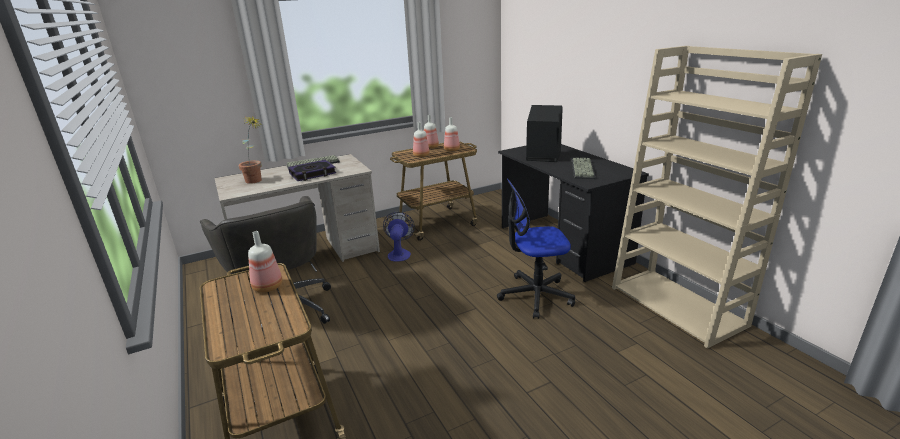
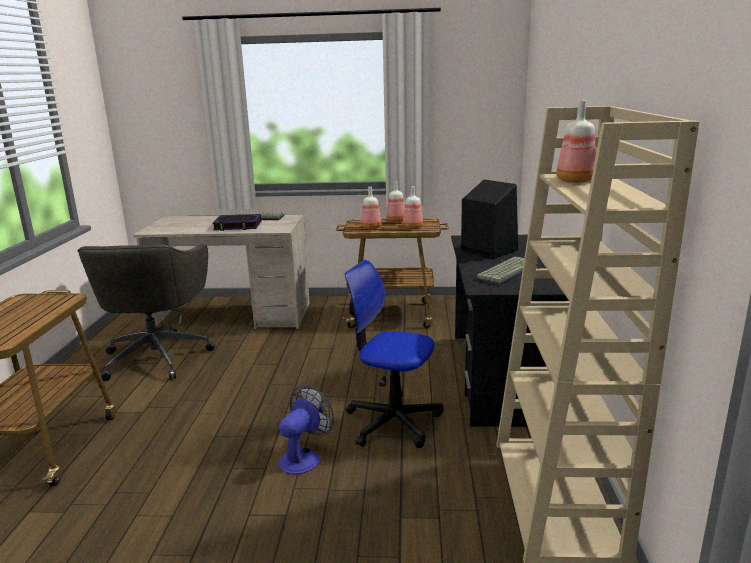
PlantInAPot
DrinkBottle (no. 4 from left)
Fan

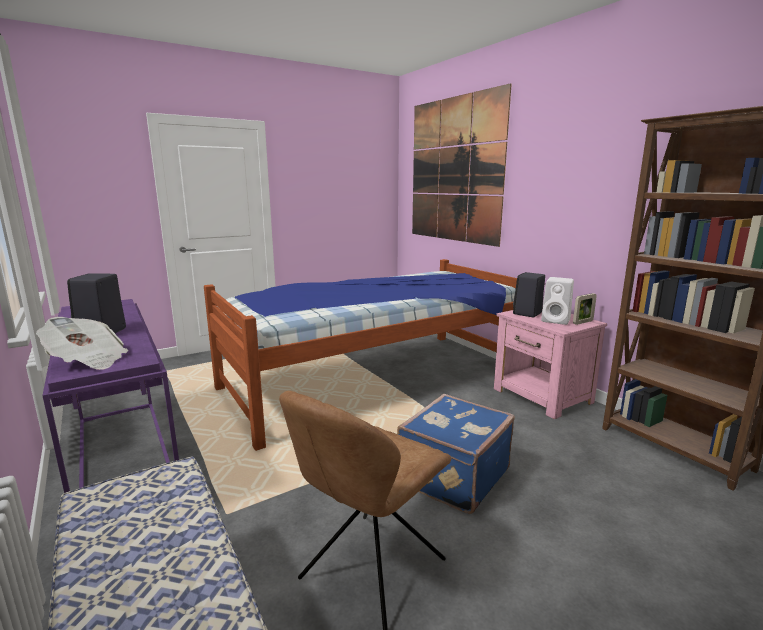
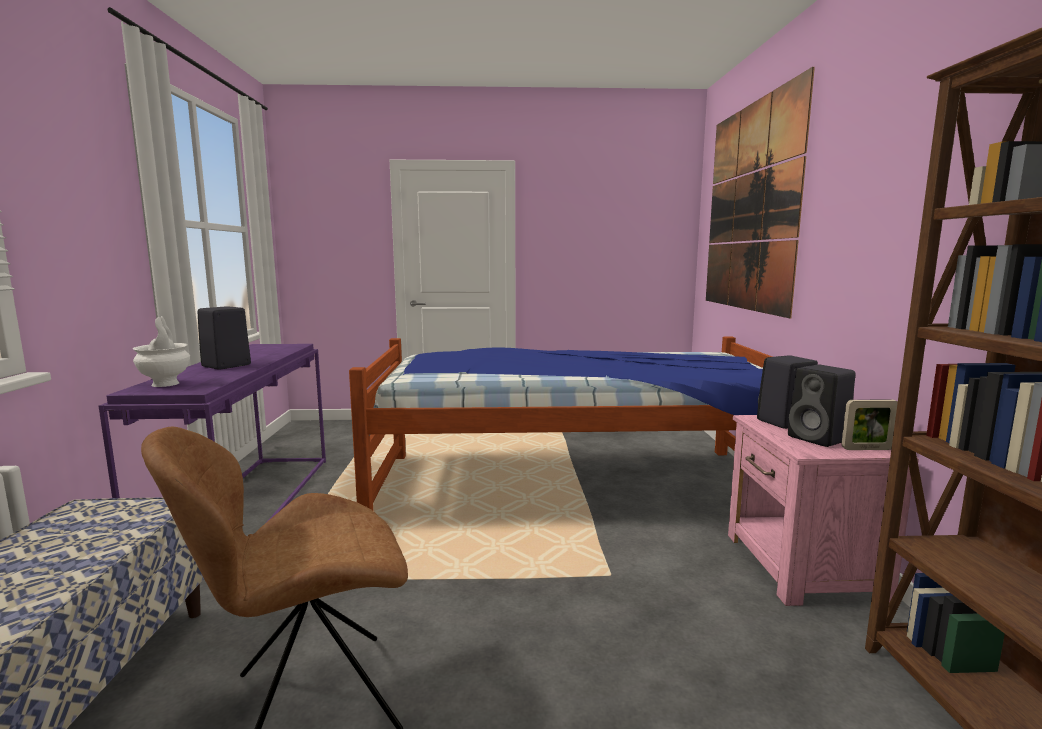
BluePieceOfLuggage
WhitishDecorativeVase
BlackishLoudspeaker (no. 3 from left)

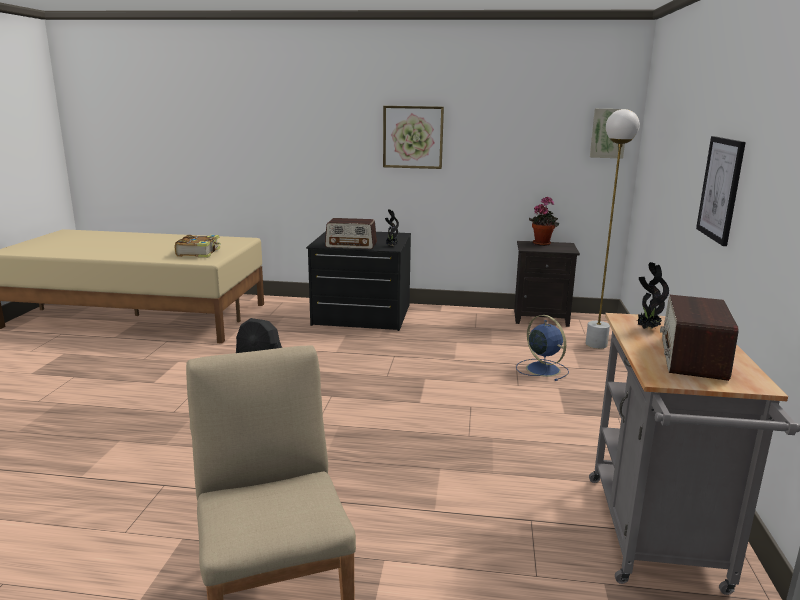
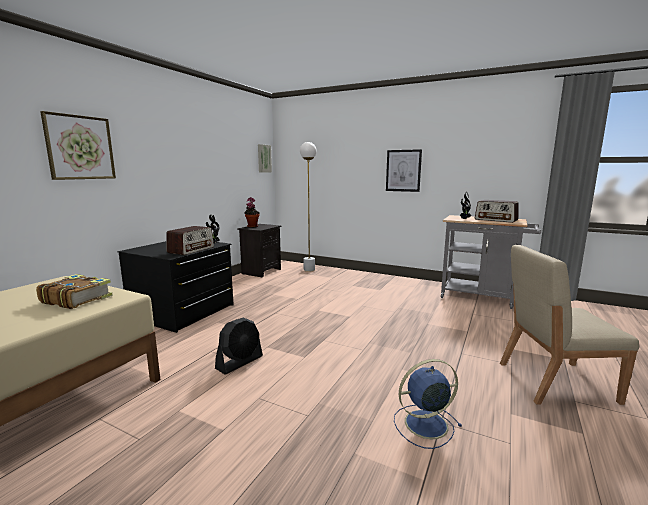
WallPicture (no. 1 from left)
BlueFan

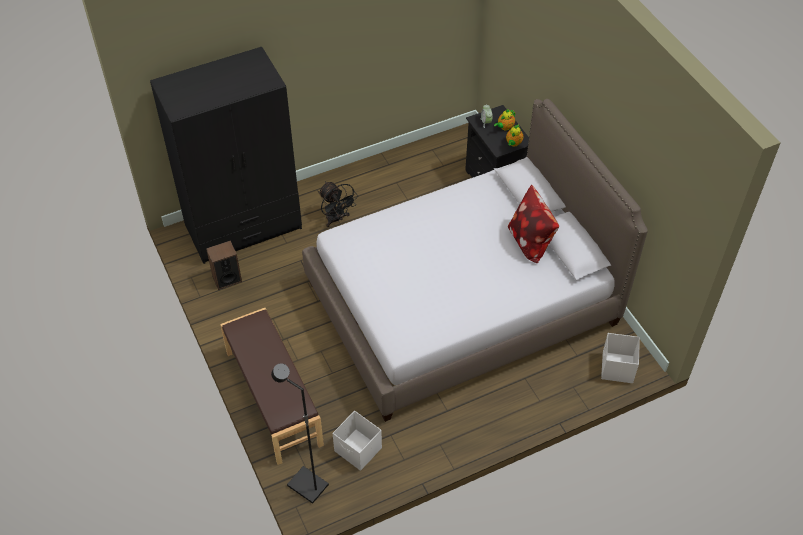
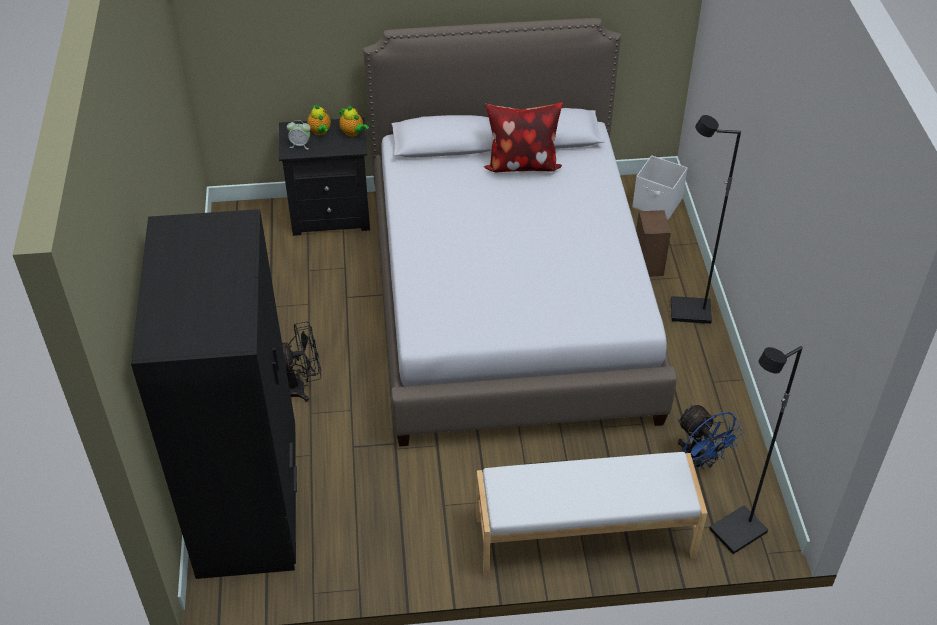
BlackishFloorLamp (no. 1 from left)
Loudspeaker
BlueFan
WhitishBench

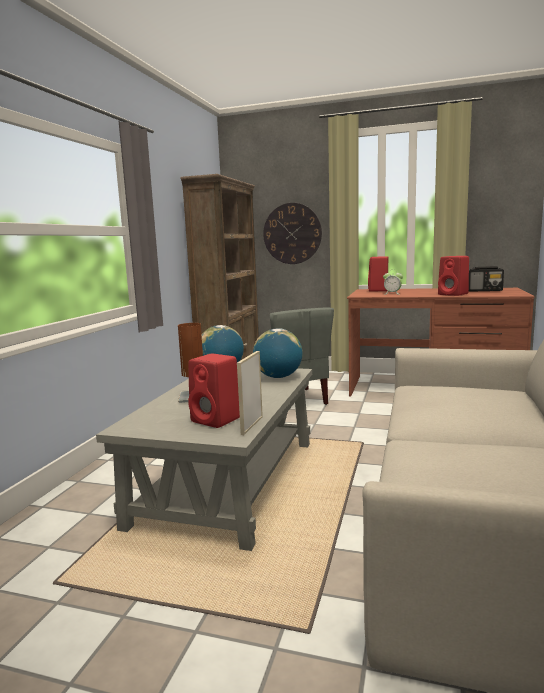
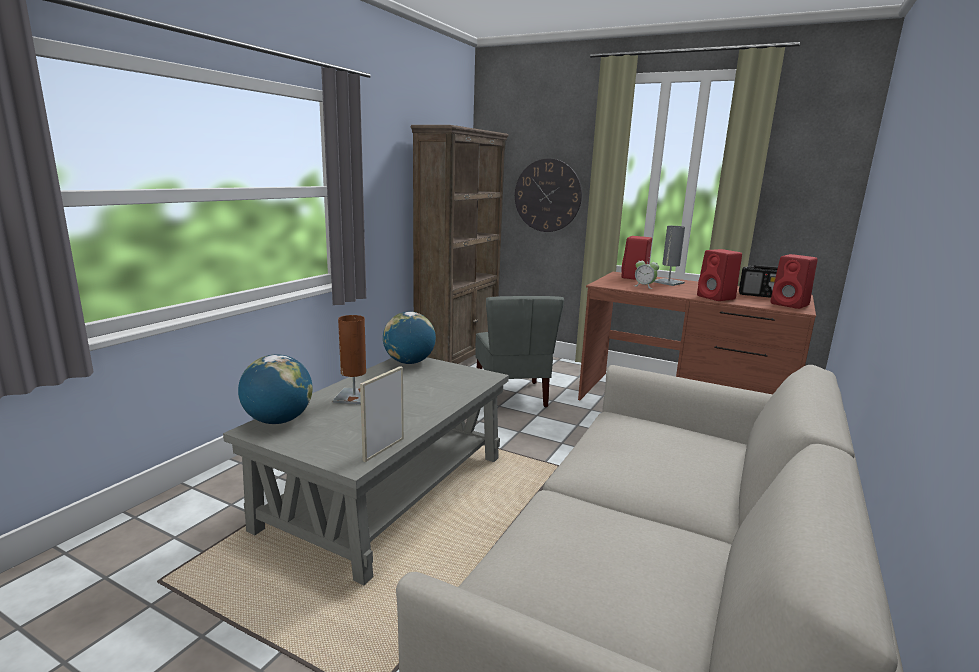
GreyishTableLamp
RedColouredLoudspeaker (no. 3 from left)
WorldGlobe (no. 1 from left)

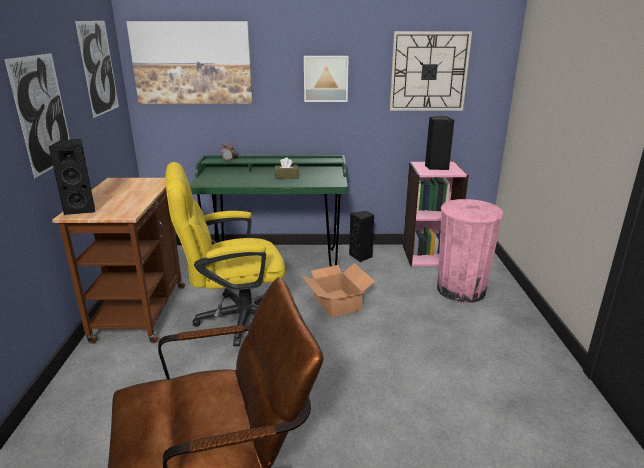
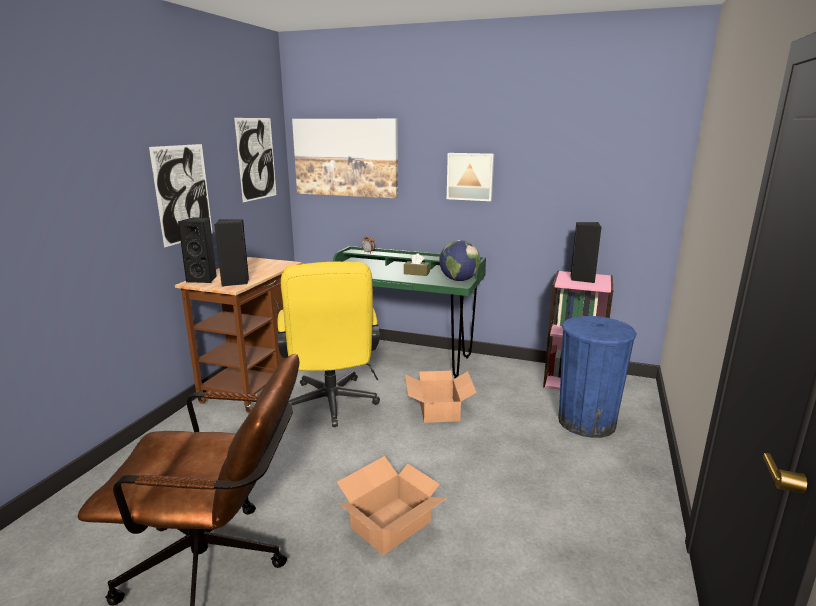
HangingClock
Carton (no. 1 from left)
WorldGlobe
BlackishLoudspeaker (no. 2 from left)
BlueWasteBin
YellowColouredComputerChair

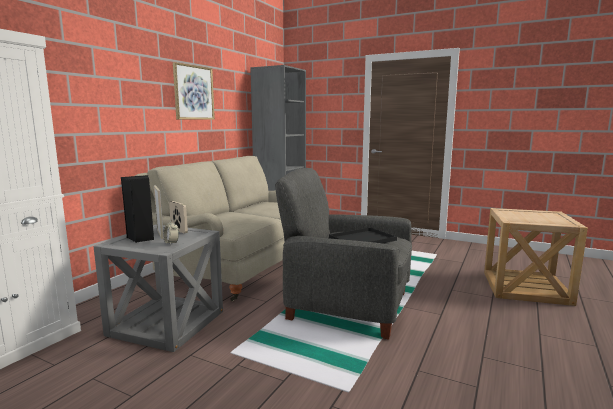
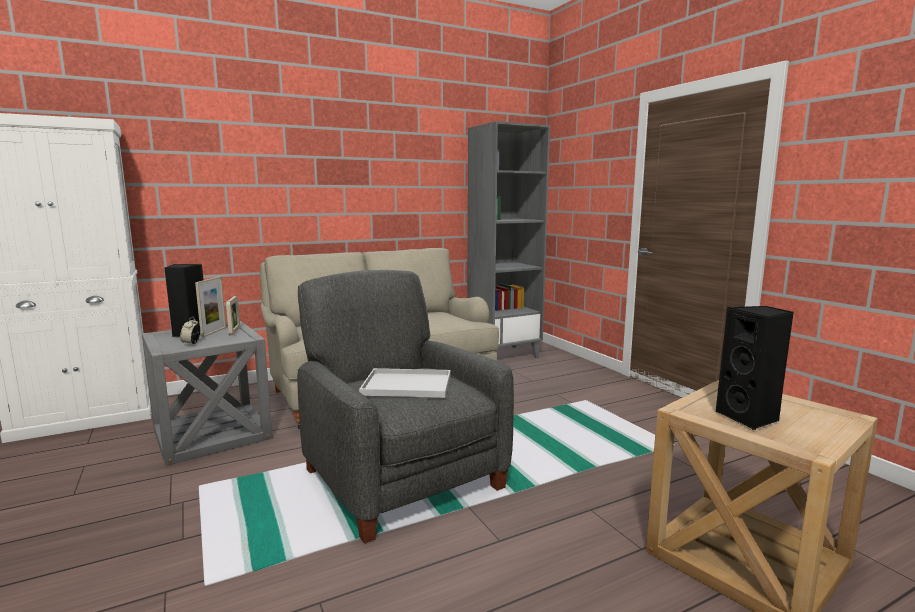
WallPicture
BlackishLoudspeaker (no. 2 from left)
WhitishCarryingTray

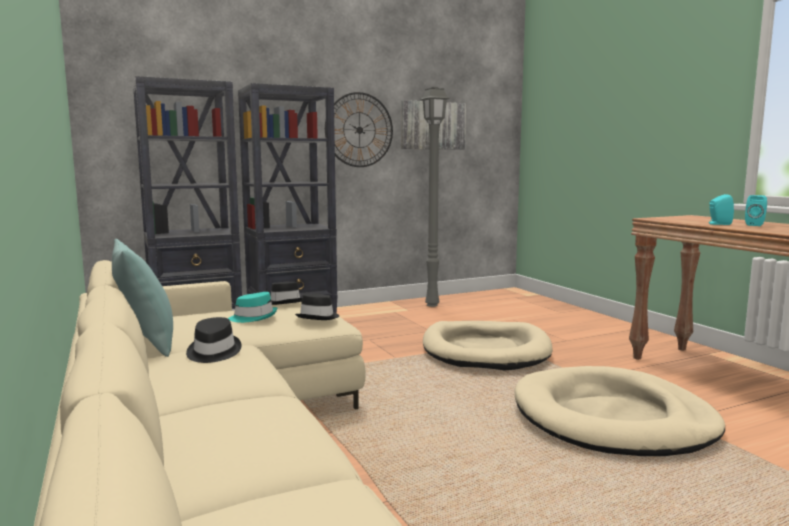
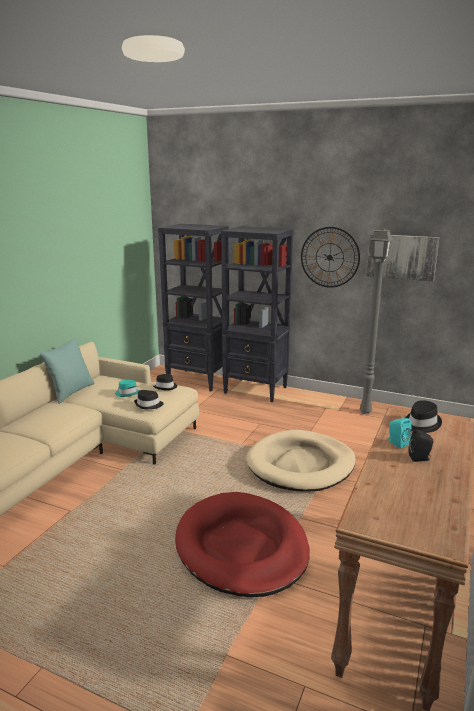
BlackishHat (no. 3 from left)
RedColouredDogBed
BlackishLoudspeaker

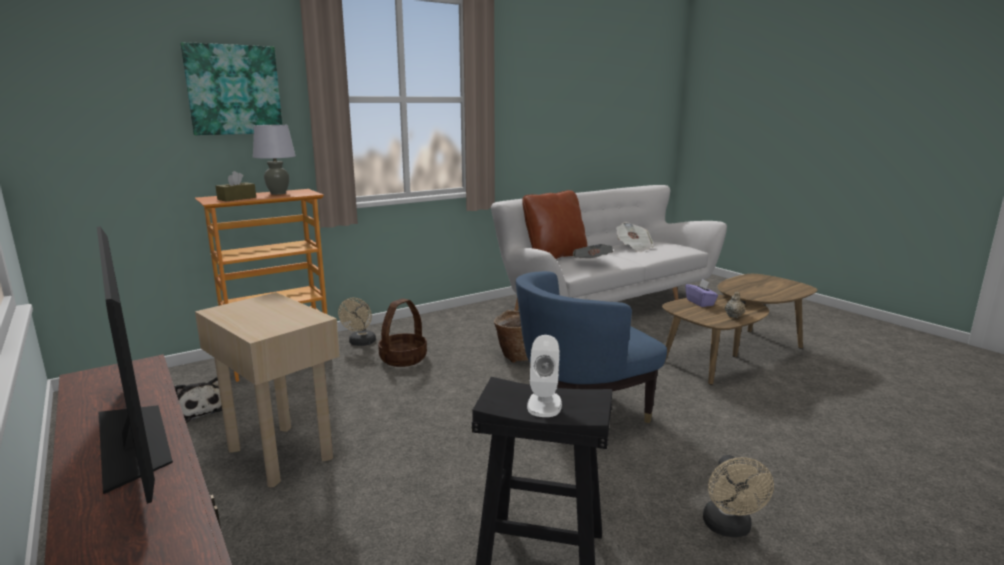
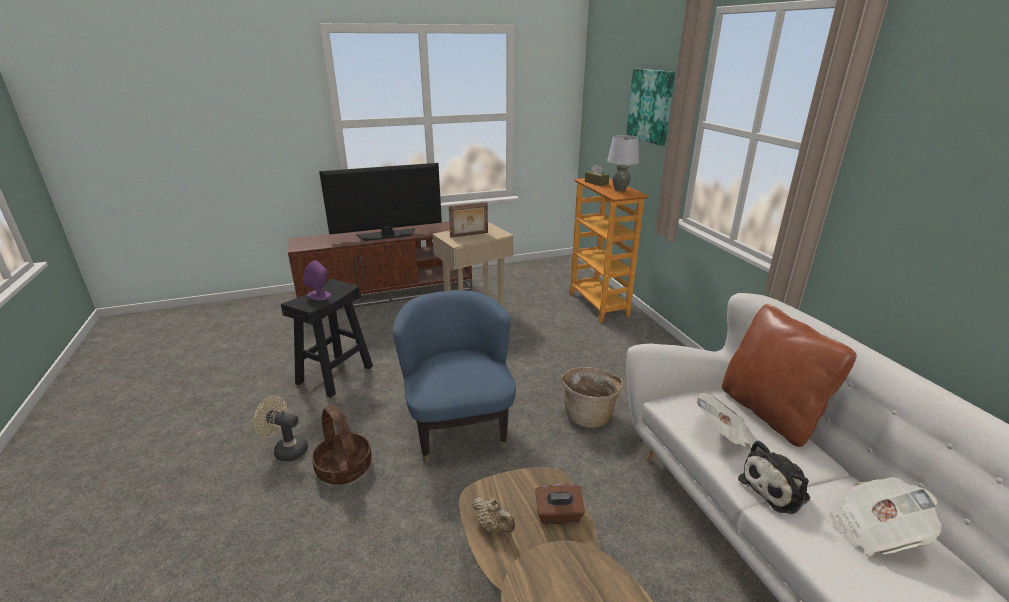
BeigeFan (no. 1 from left in the first image)
StandingFrame
SoftToy
StorageBasket (no. 1 from left)
PurpleColouredLoudspeaker
BrownishTissueHolder (no. 1 from left)

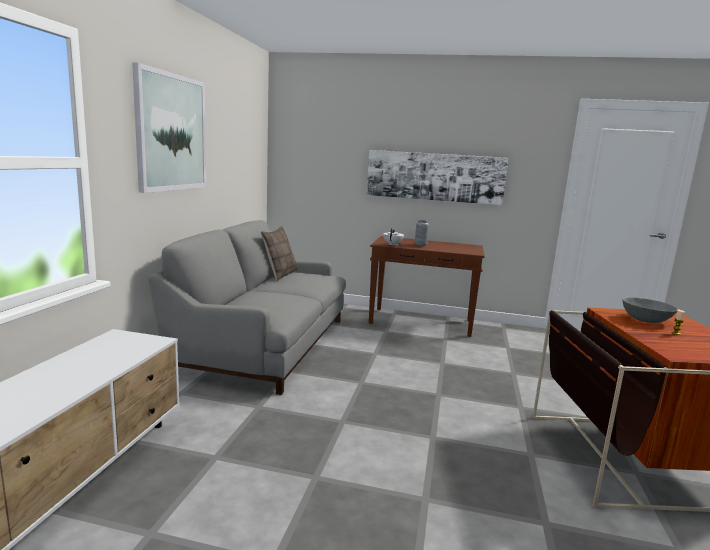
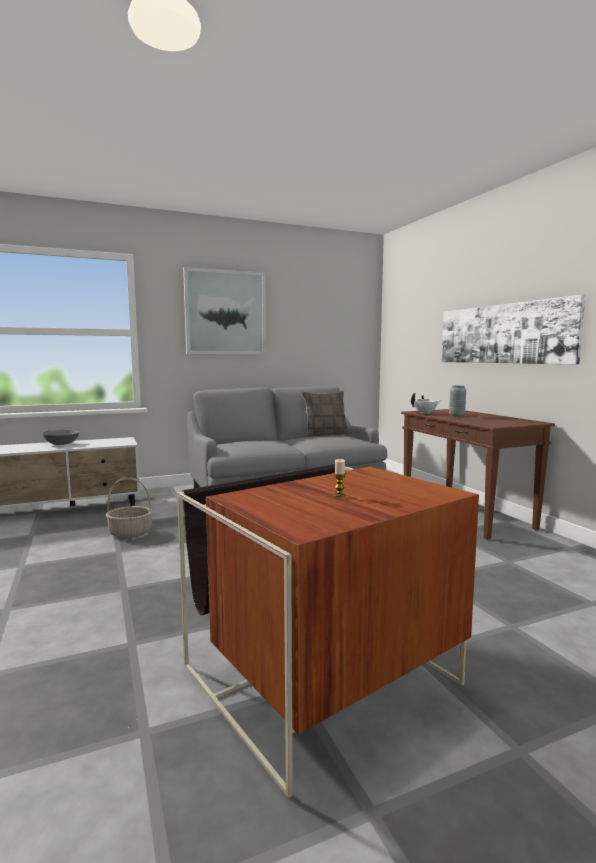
StorageBasket
GreyishServingBowl

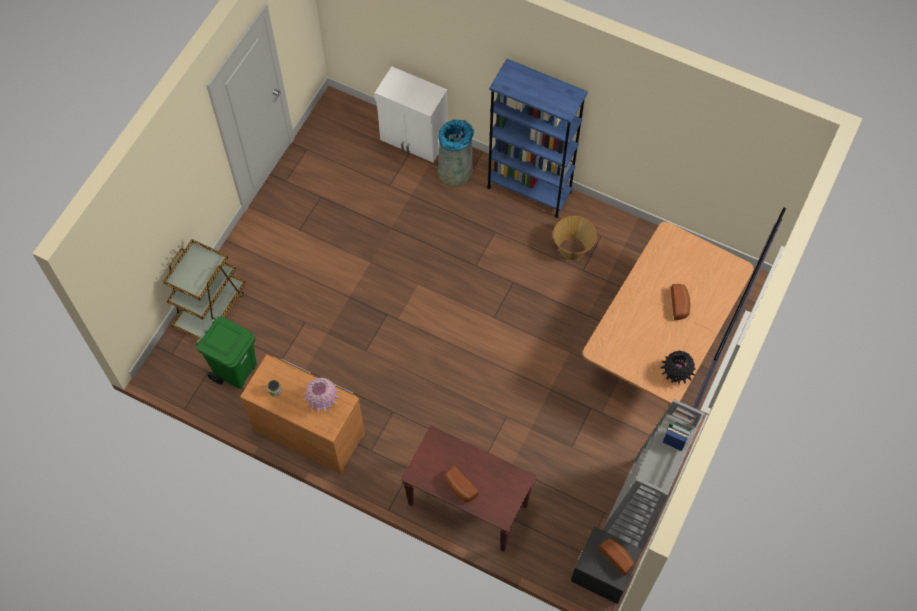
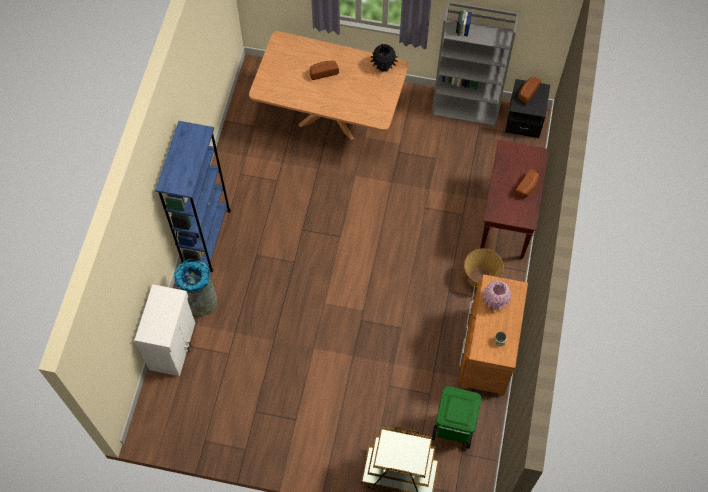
StorageBasket

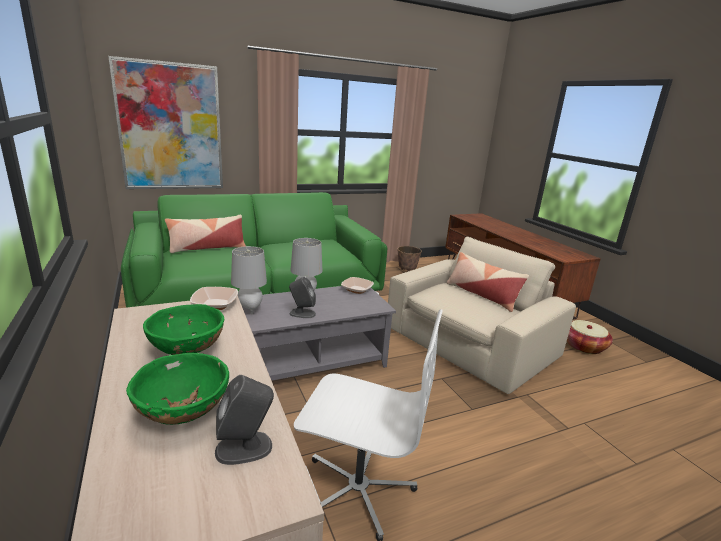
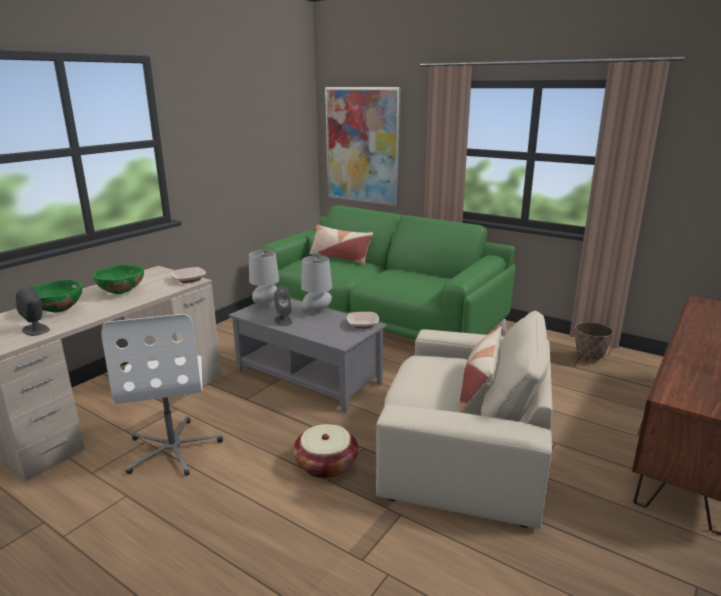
StorageBasket

